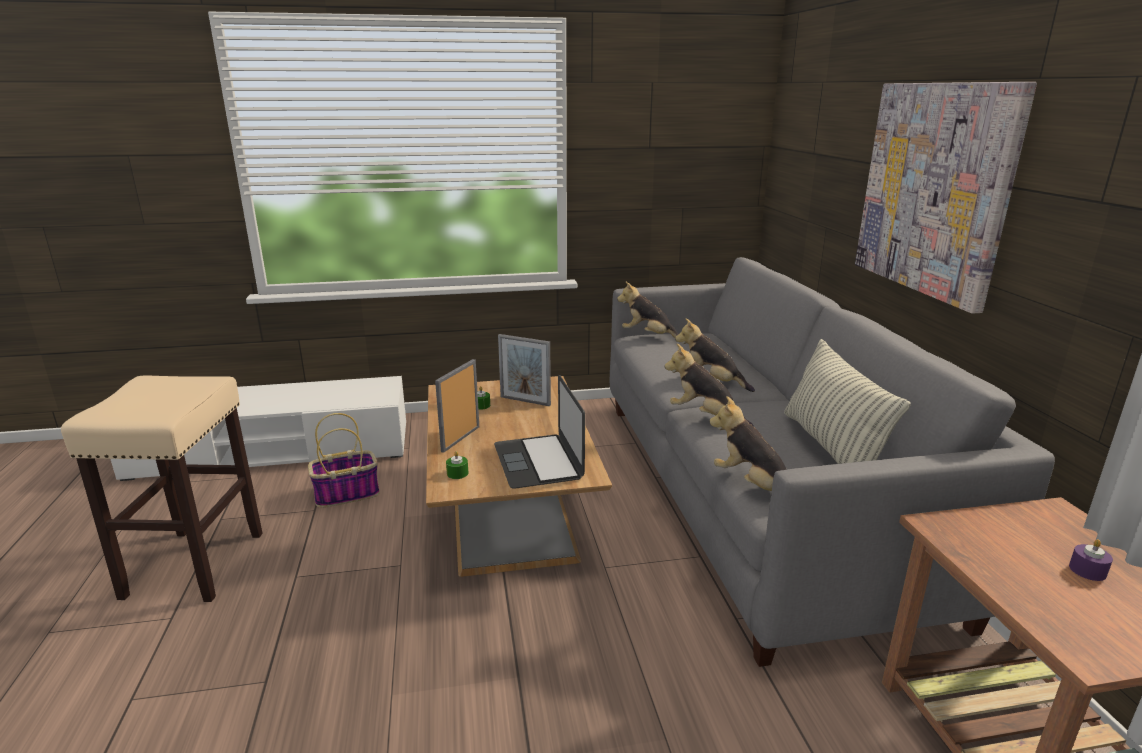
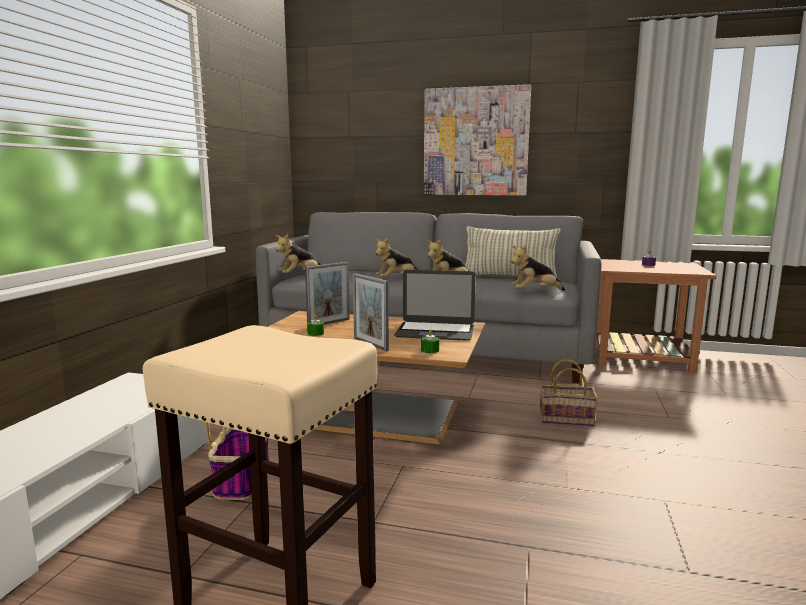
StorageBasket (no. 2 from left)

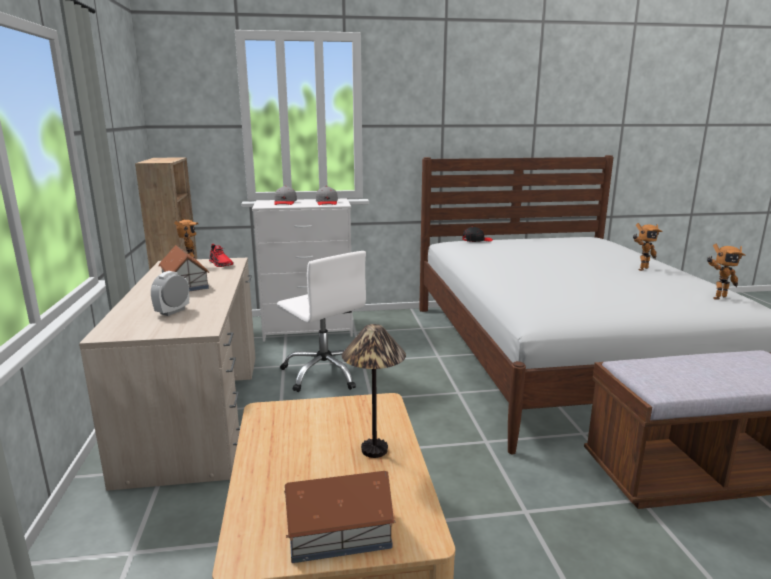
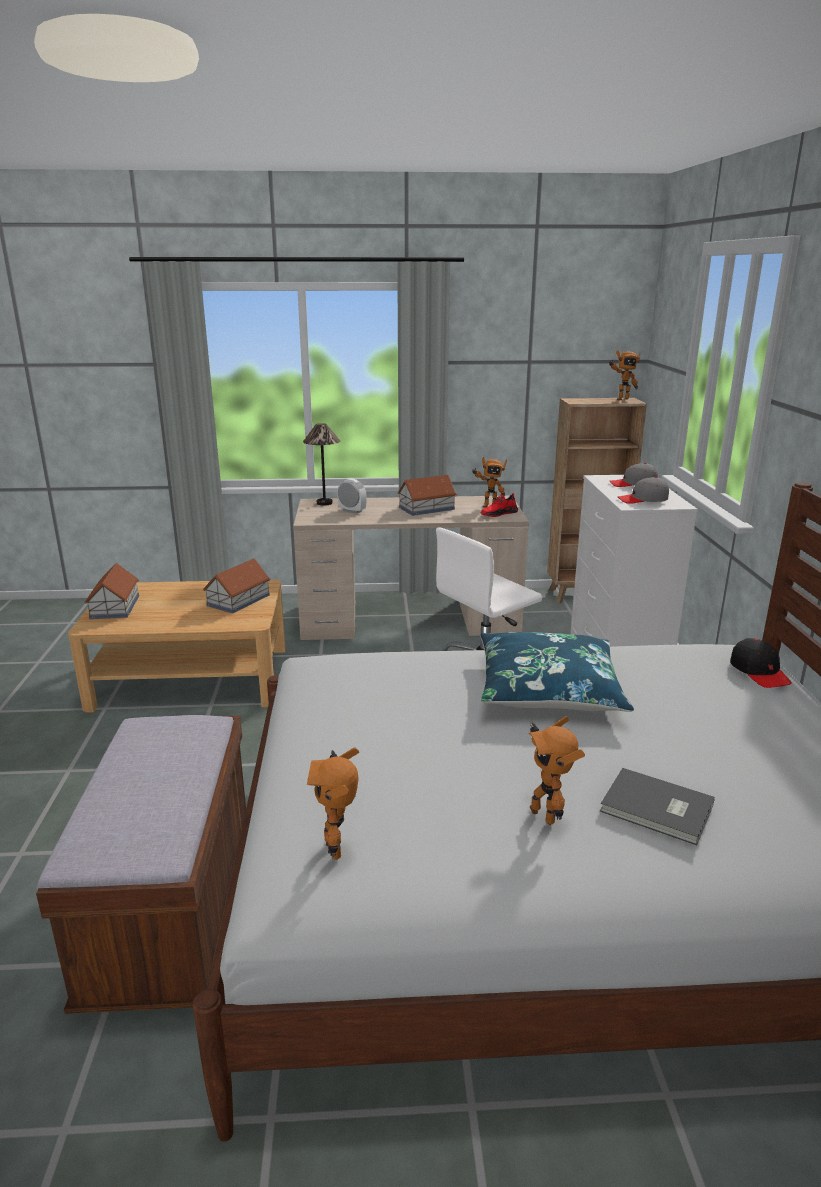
ToyHouse (no. 2 from left)
BluePillow
GreyishBook
RobotFigure (no. 4 from left)
TableLamp

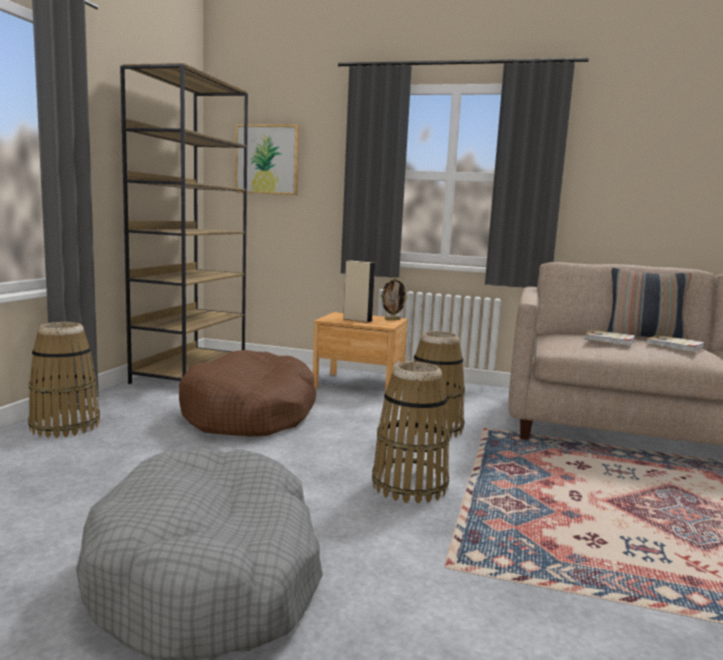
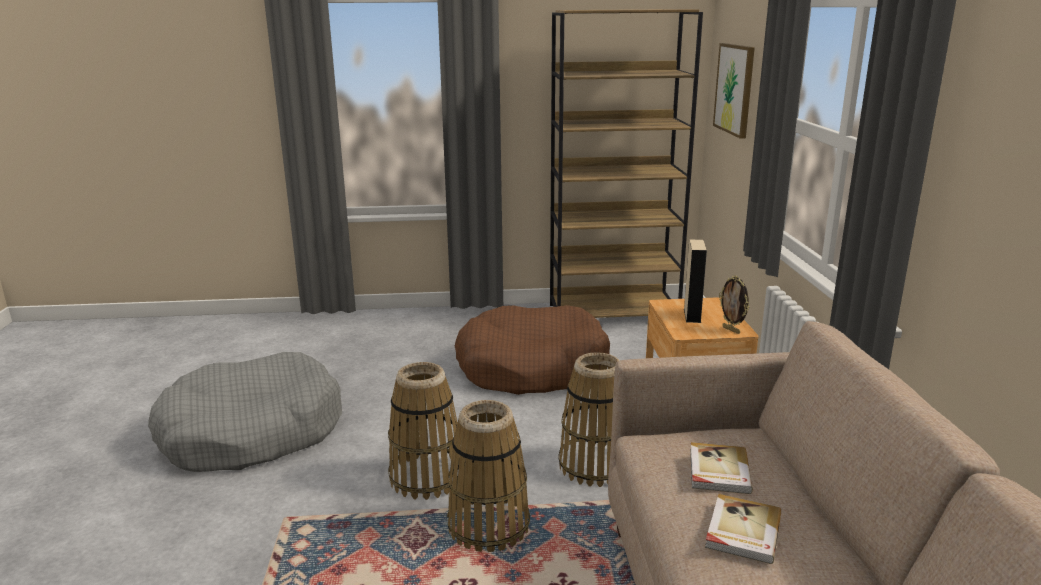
Pillow
StorageBasket (no. 2 from left)

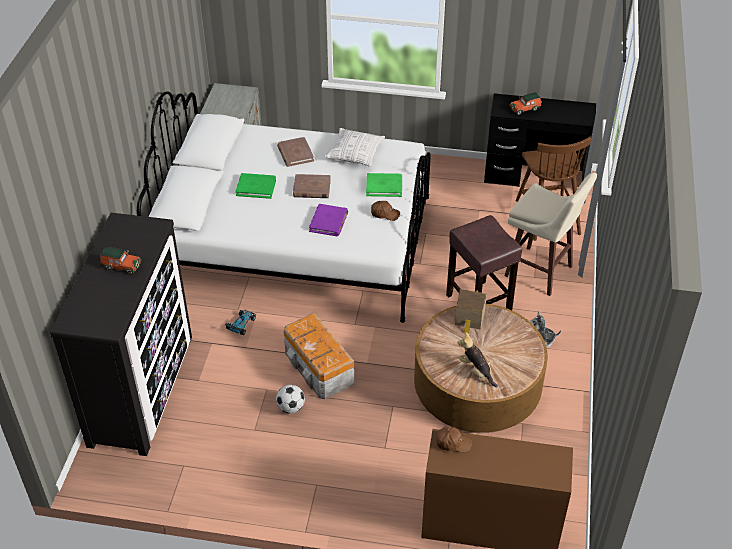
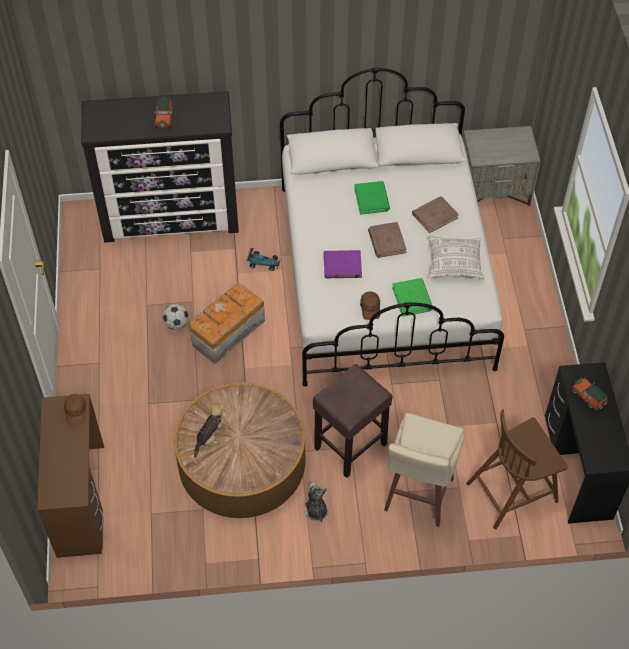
ToyHouse

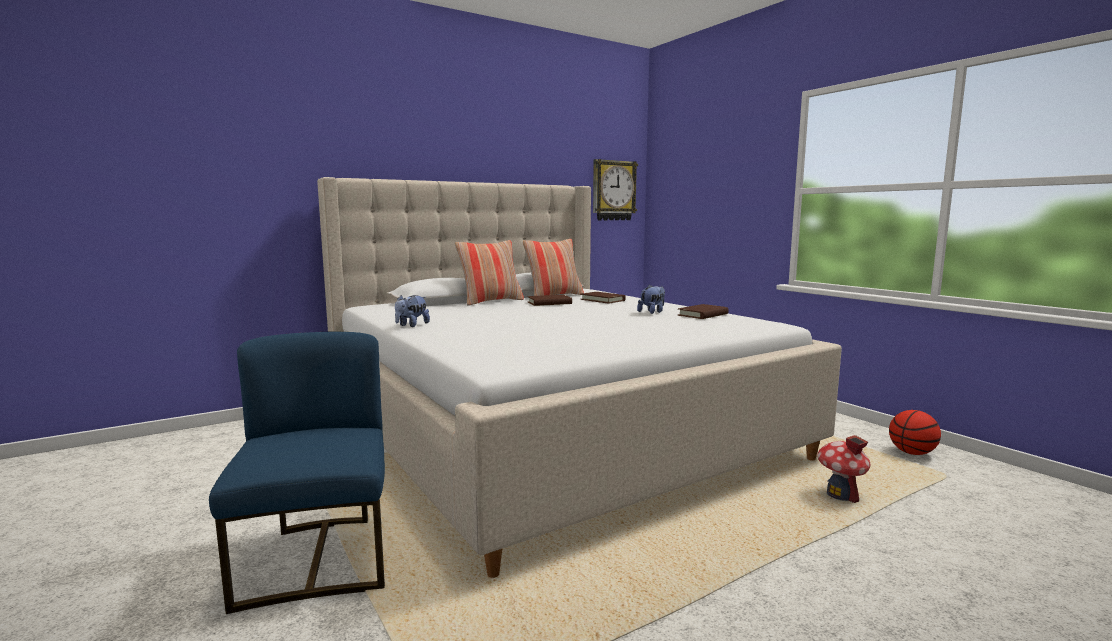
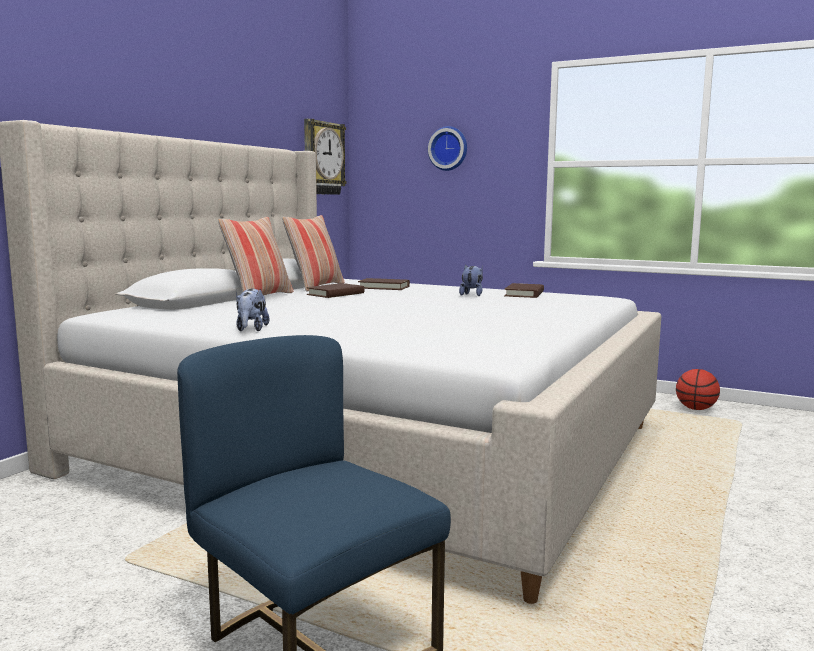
ToyHouse
HangingClock (no. 2 from left)

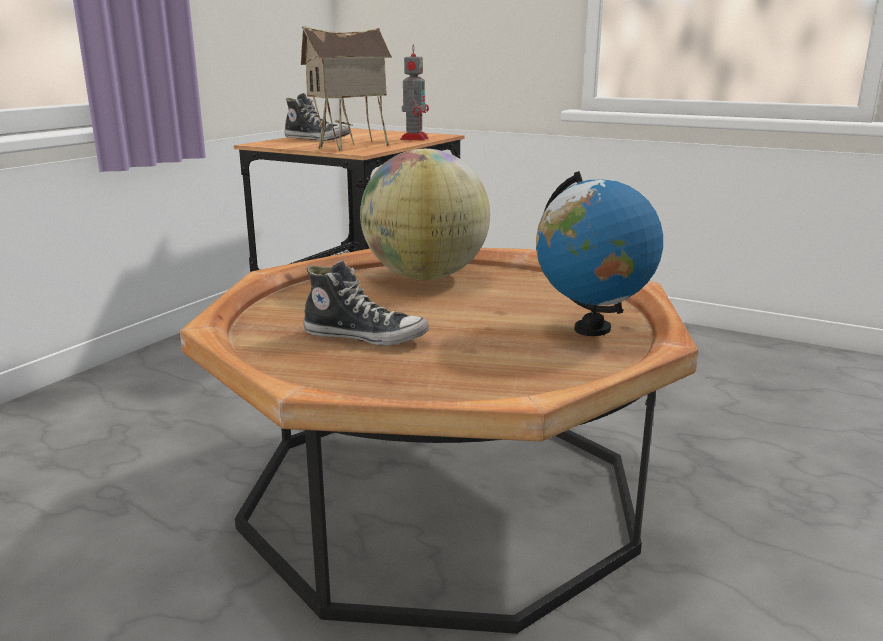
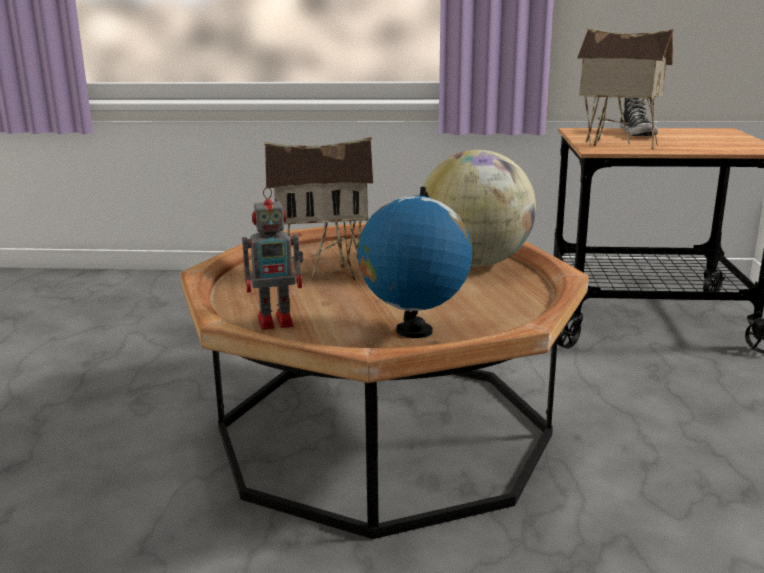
RobotFigure
ToyHouse (no. 1 from left)

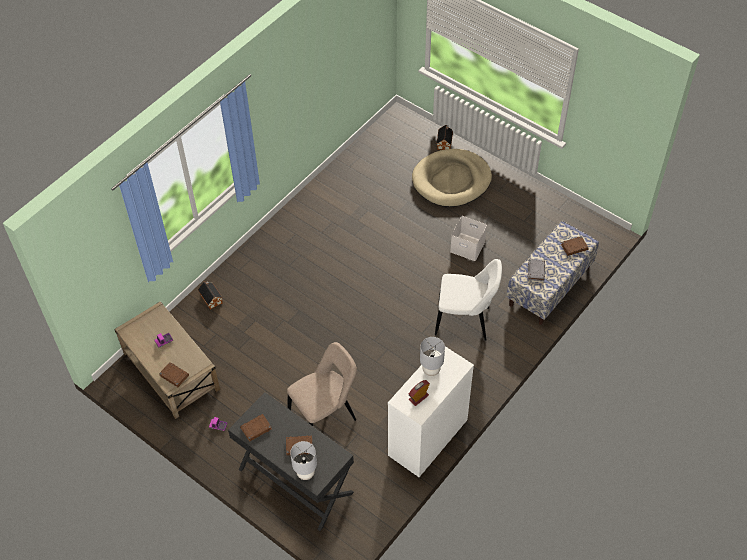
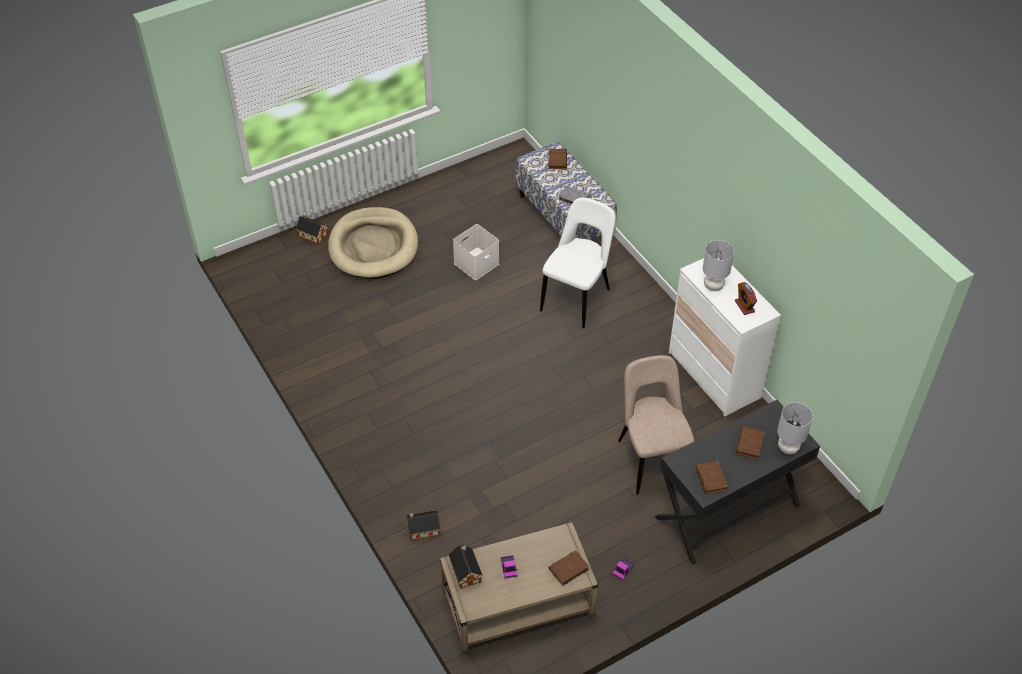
ToyHouse (no. 3 from left)

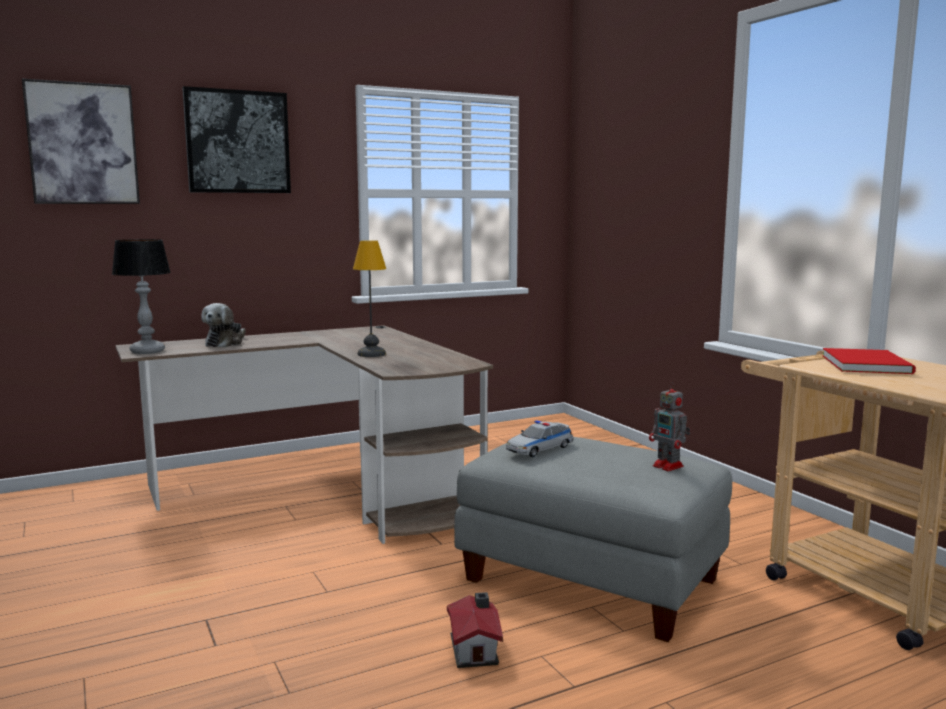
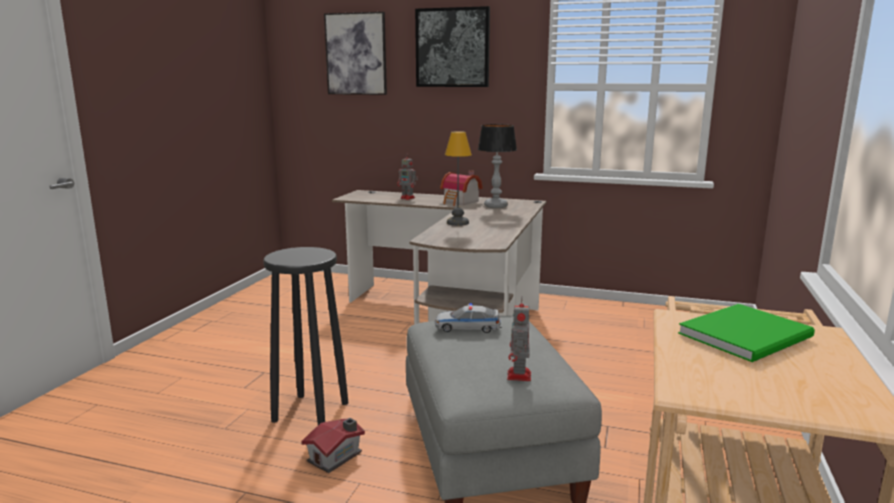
BlackishSittingStool
ToyHouse (no. 2 from left)
TableLamp (no. 2 from left)
RobotFigure (no. 1 from left)
GreenBook

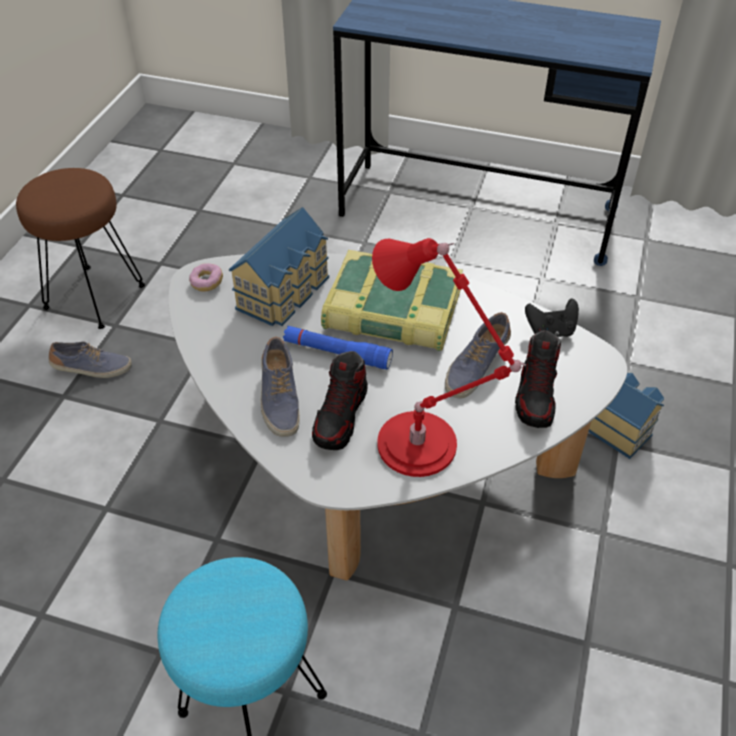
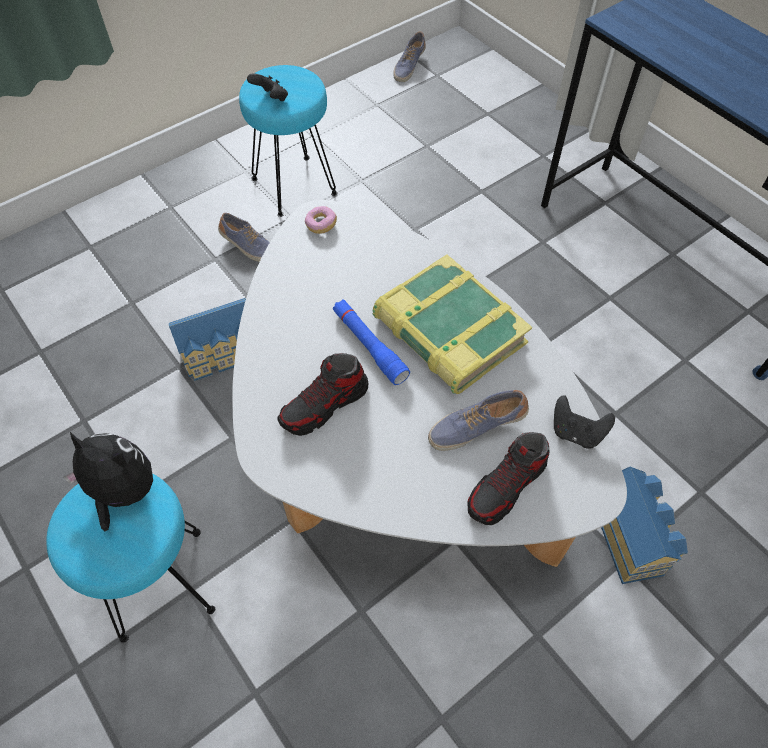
RedColouredTableLamp
SoftToy
BlackishJoypad (no. 1 from left)
ToyHouse (no. 1 from left)
ItemOfFootwear (no. 3 from left)
TurquoiseSittingStool (no. 2 from left)

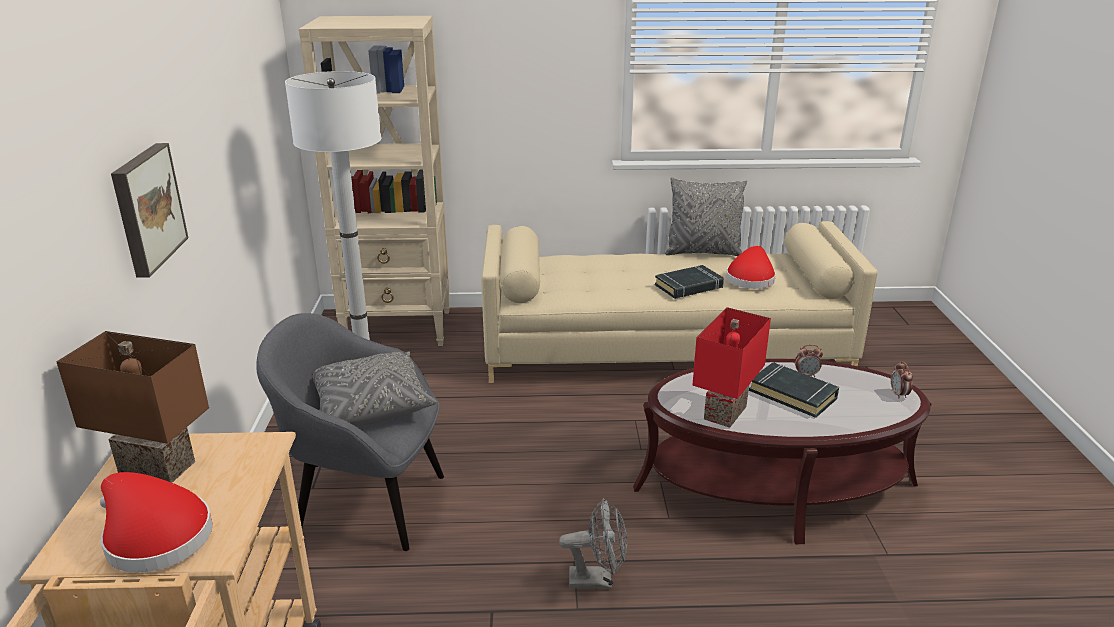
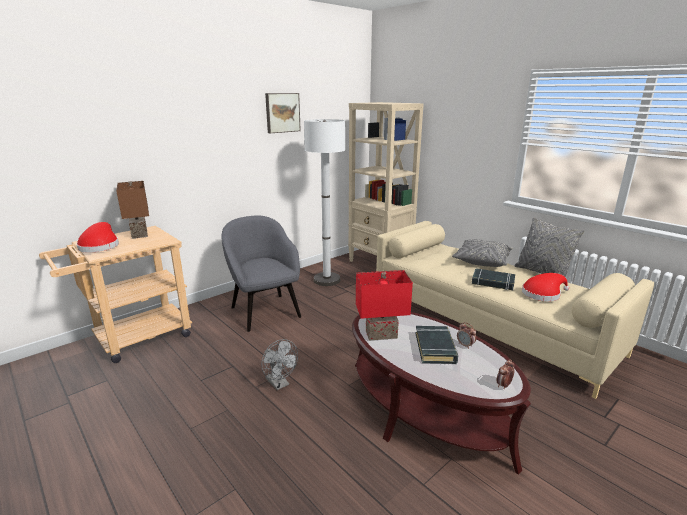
WallPicture
GreyishPillow (no. 1 from left)

